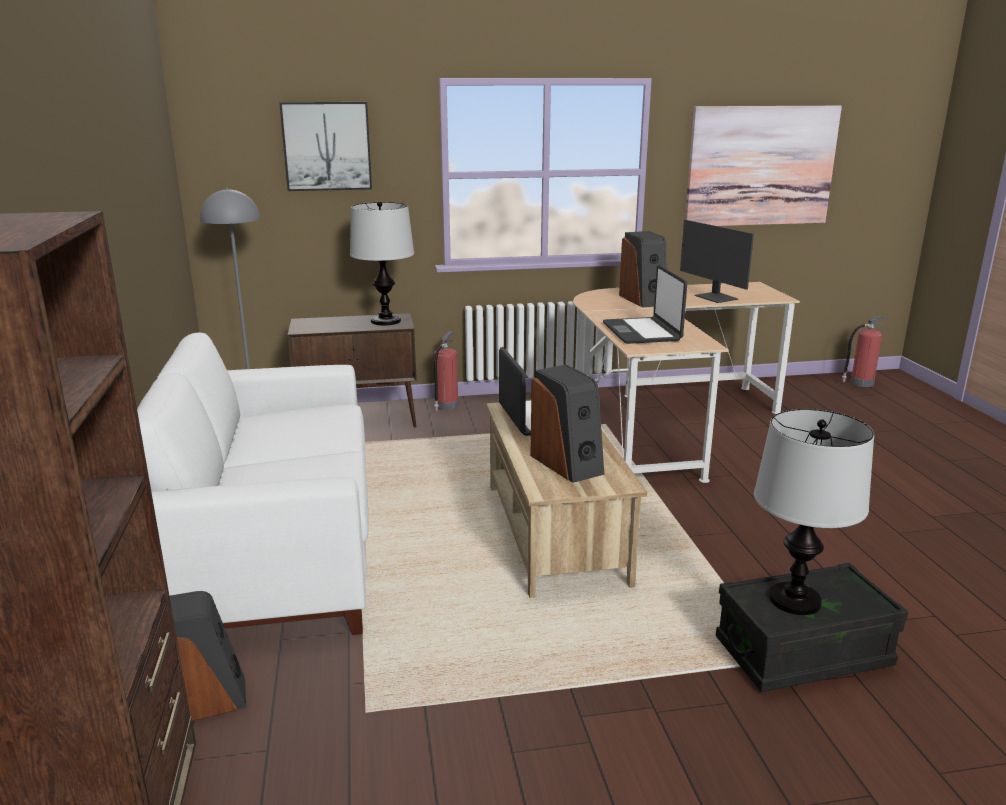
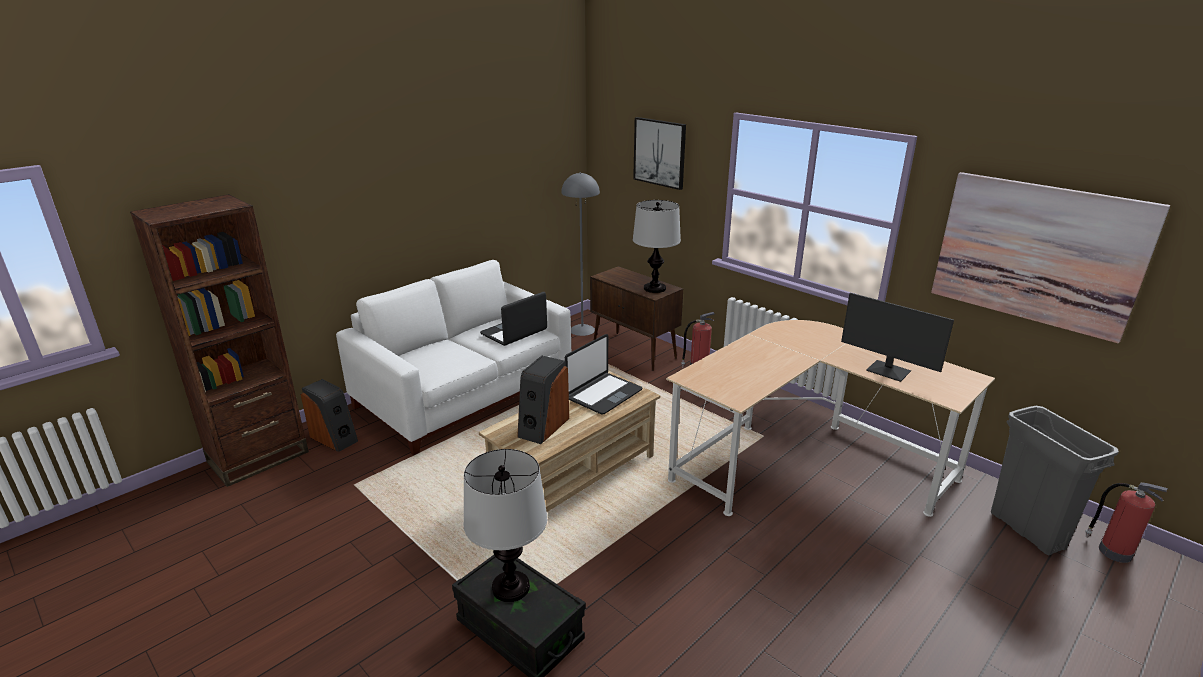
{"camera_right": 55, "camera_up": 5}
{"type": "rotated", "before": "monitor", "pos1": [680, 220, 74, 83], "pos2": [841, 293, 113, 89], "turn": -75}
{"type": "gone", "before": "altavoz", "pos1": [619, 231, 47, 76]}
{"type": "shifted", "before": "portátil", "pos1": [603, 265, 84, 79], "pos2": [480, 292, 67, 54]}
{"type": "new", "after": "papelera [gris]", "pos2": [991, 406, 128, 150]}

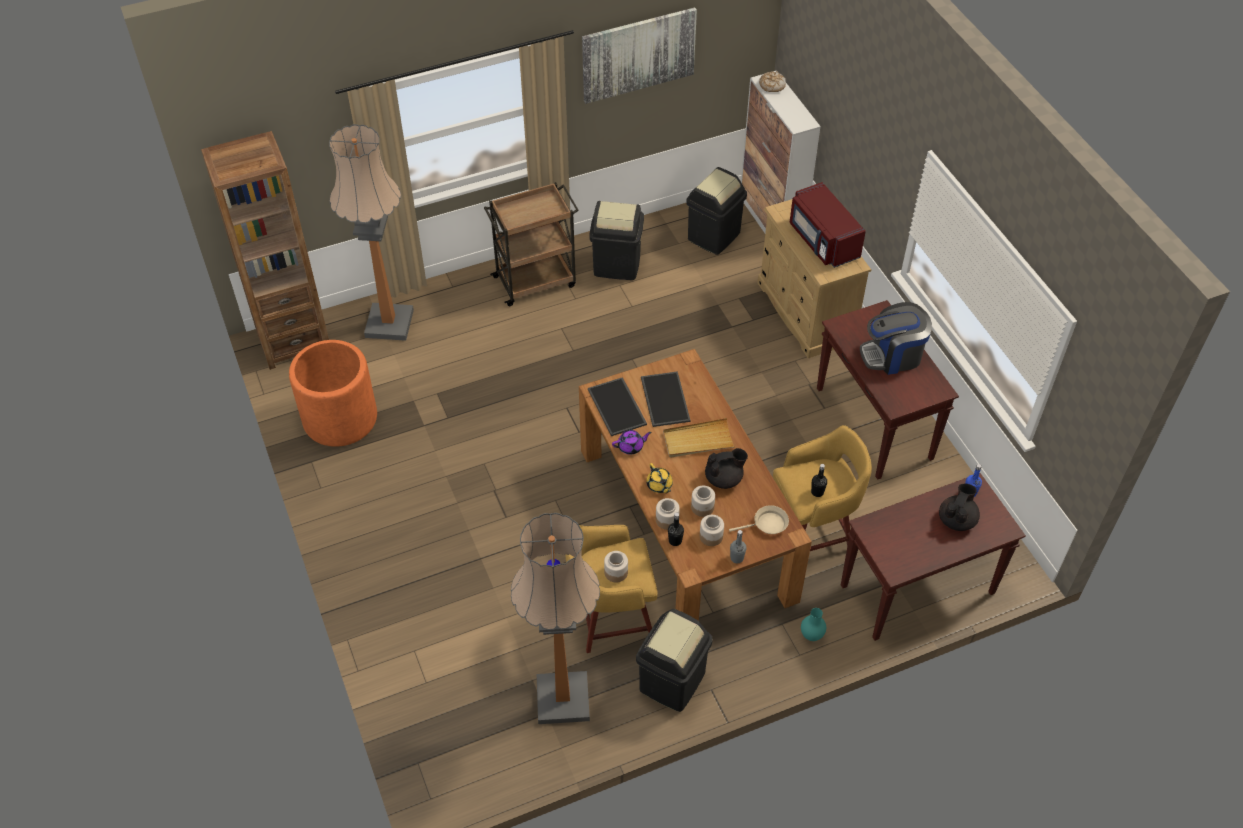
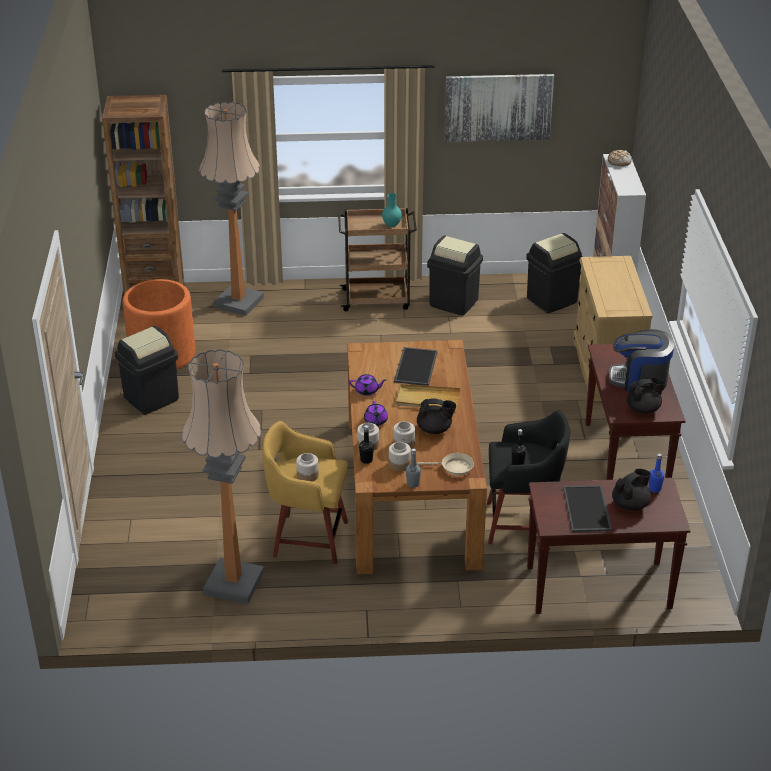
{"camera_right": 20, "camera_up": -15}
{"type": "gone", "before": "microondas [rojo]", "pos1": [790, 182, 76, 86]}
{"type": "shifted", "before": "bandeja", "pos1": [588, 377, 59, 59], "pos2": [563, 485, 49, 47]}
{"type": "repainted", "before": "taburete [amarillo]", "after": "taburete [negro]", "pos1": [773, 425, 99, 126], "pos2": [487, 410, 83, 134]}
{"type": "repainted", "before": "tetera [amarillo]", "after": "tetera [morado]", "pos1": [646, 463, 27, 30], "pos2": [364, 401, 24, 25]}
{"type": "shifted", "before": "florero [turquesa]", "pos1": [801, 608, 25, 33], "pos2": [382, 193, 20, 34]}
{"type": "shifted", "before": "papelera [negro]", "pos1": [636, 609, 77, 103], "pos2": [115, 326, 64, 89]}
{"type": "new", "after": "tetera [negro]", "pos2": [627, 378, 39, 36]}

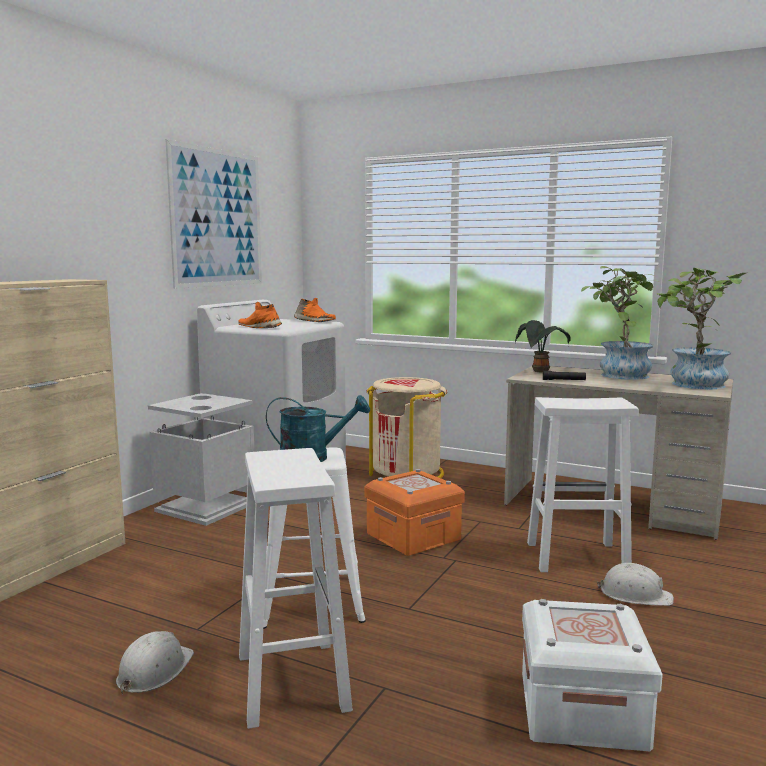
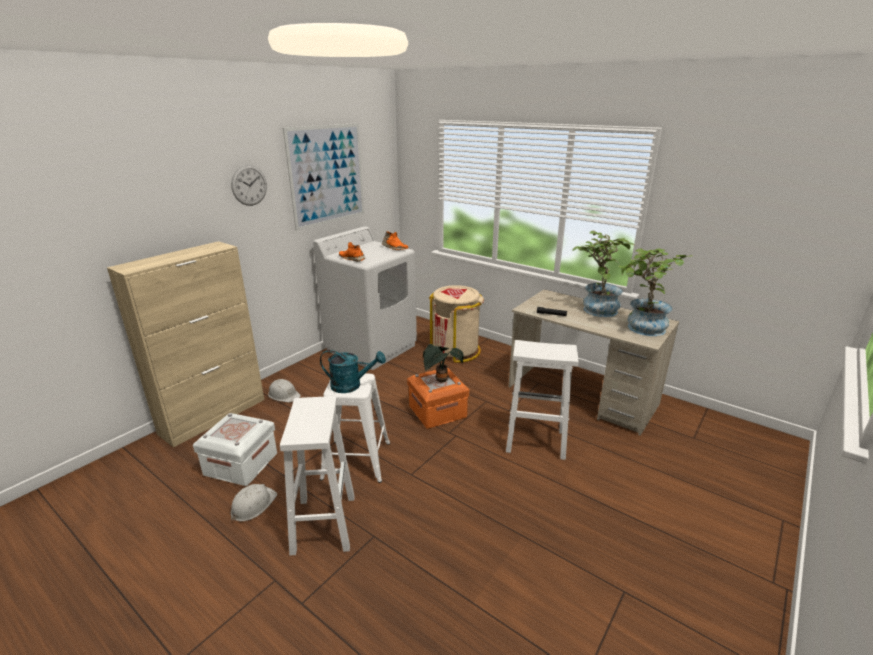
{"camera_right": 10, "camera_up": 15}
{"type": "shifted", "before": "planta en maceta", "pos1": [515, 320, 56, 52], "pos2": [423, 344, 41, 38]}
{"type": "gone", "before": "papelera [gris]", "pos1": [148, 393, 106, 133]}
{"type": "shifted", "before": "casco [blanco]", "pos1": [596, 563, 78, 43], "pos2": [268, 379, 33, 24]}
{"type": "shifted", "before": "caja de almacenaje [blanco]", "pos1": [522, 599, 141, 152], "pos2": [193, 413, 84, 73]}
{"type": "new", "after": "reloj de pared", "pos2": [231, 165, 36, 41]}

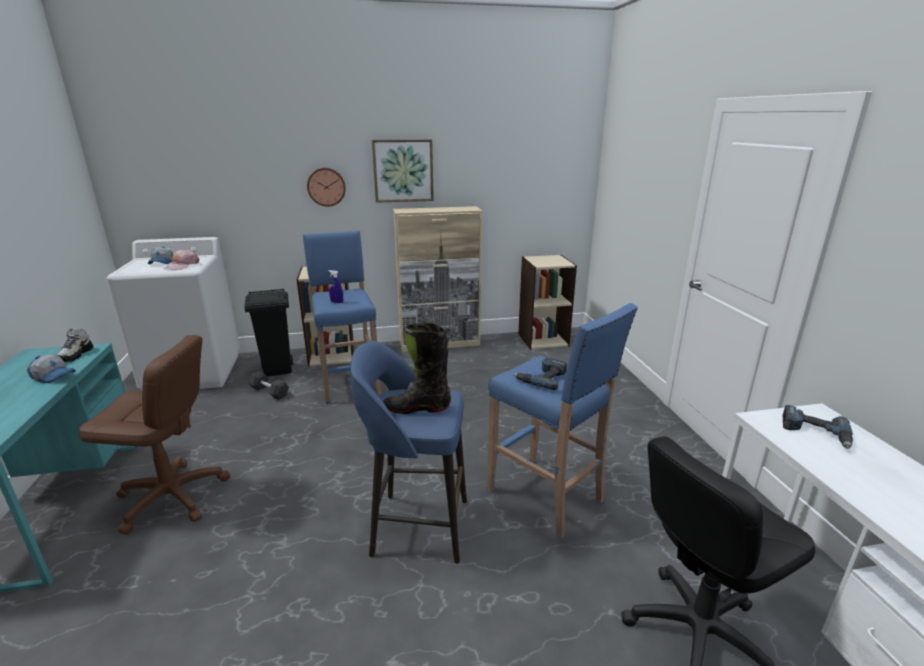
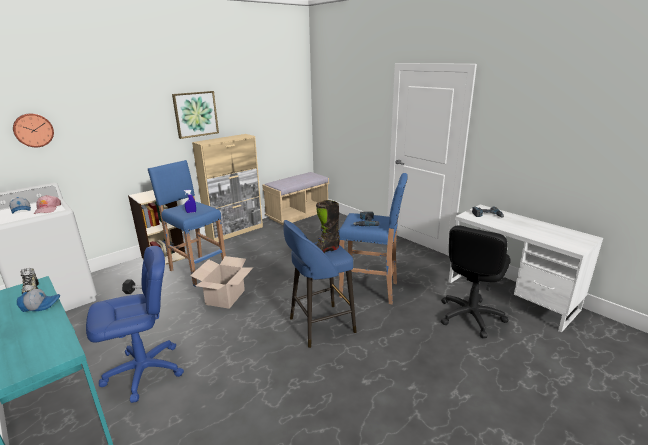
{"camera_right": -30, "camera_up": 0}
{"type": "shifted", "before": "reloj de pared", "pos1": [307, 168, 39, 39], "pos2": [13, 113, 41, 34]}
{"type": "swapped", "before": "estantería [beis]", "after": "banco [beis]", "pos1": [518, 255, 59, 95], "pos2": [262, 172, 67, 53]}
{"type": "gone", "before": "papelera [negro]", "pos1": [244, 288, 49, 89]}
{"type": "repainted", "before": "silla de oficina [marrón]", "after": "silla de oficina [azul]", "pos1": [79, 335, 151, 200], "pos2": [86, 246, 98, 157]}
{"type": "new", "after": "caja de cartón", "pos2": [190, 256, 63, 53]}

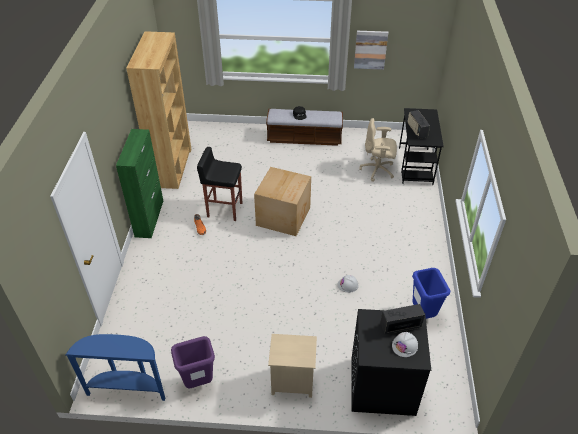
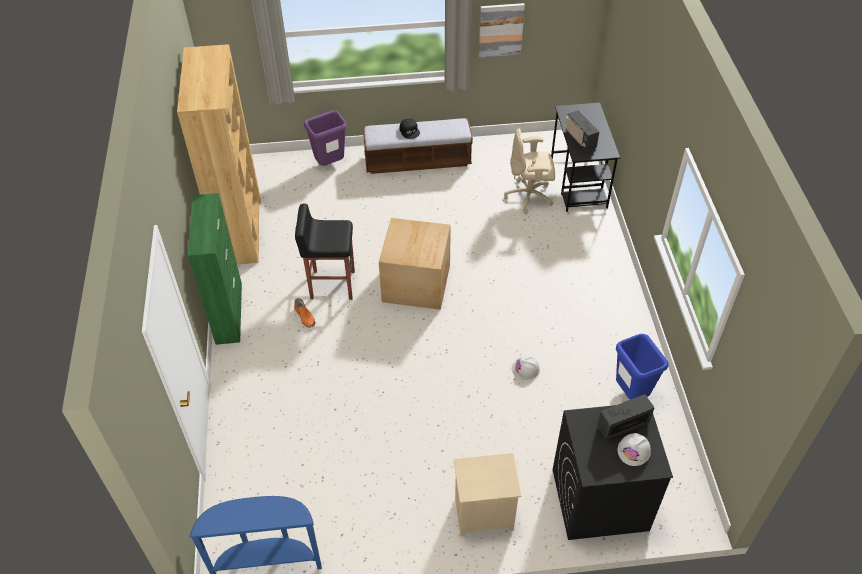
{"camera_right": -10, "camera_up": 5}
{"type": "shifted", "before": "papelera [morado]", "pos1": [171, 336, 44, 52], "pos2": [304, 110, 43, 56]}

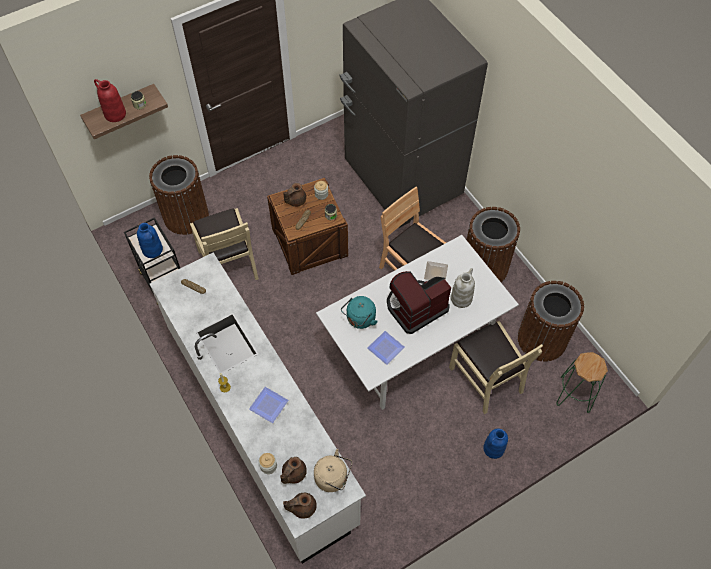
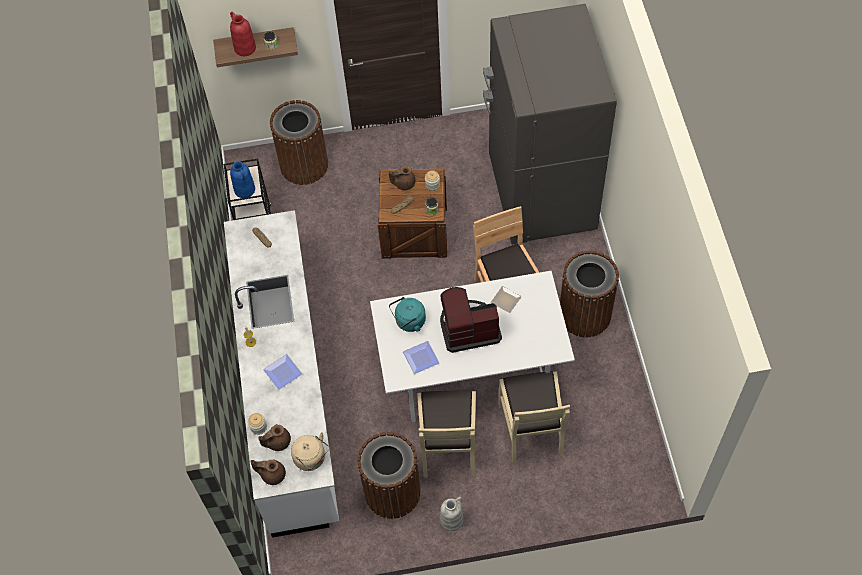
{"camera_right": 25, "camera_up": 0}
{"type": "shifted", "before": "silla [beis]", "pos1": [190, 208, 69, 72], "pos2": [417, 390, 59, 88]}
{"type": "shifted", "before": "florero [blanco]", "pos1": [451, 268, 24, 40], "pos2": [440, 497, 23, 34]}
{"type": "shifted", "before": "papelera [marrón]", "pos1": [518, 281, 66, 81], "pos2": [357, 432, 64, 87]}
{"type": "gone", "before": "taburete [verde]", "pos1": [556, 352, 52, 61]}
{"type": "gone", "before": "florero [azul]", "pos1": [483, 429, 25, 30]}

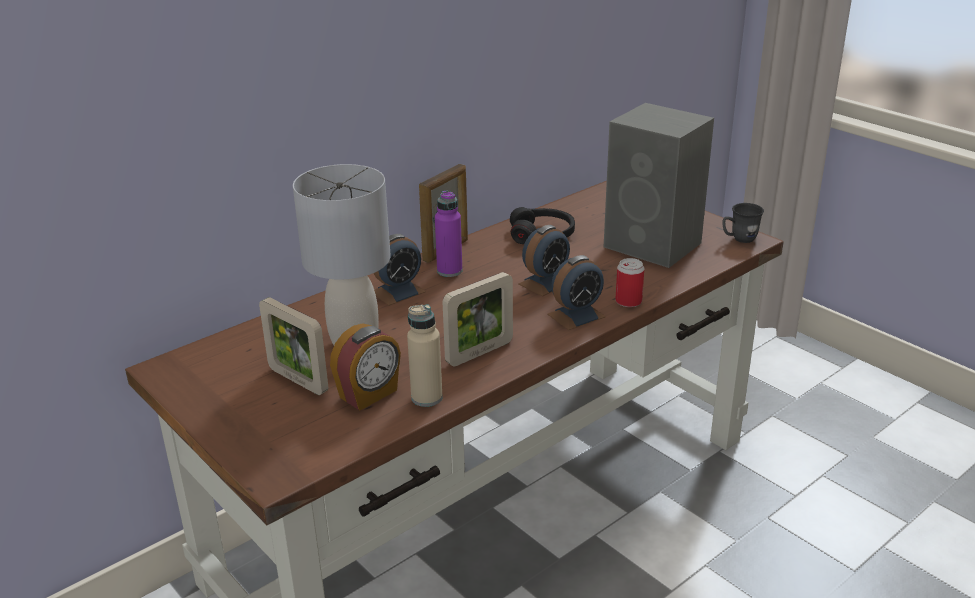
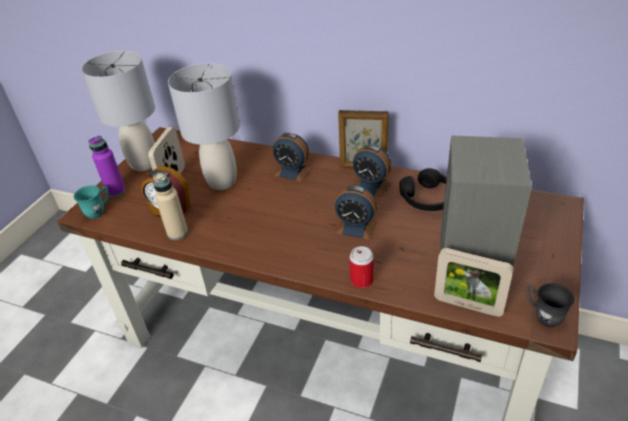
{"camera_right": 65, "camera_up": 10}
{"type": "shifted", "before": "botella [morado]", "pos1": [435, 190, 27, 87], "pos2": [88, 135, 38, 62]}
{"type": "shifted", "before": "despertador", "pos1": [547, 255, 59, 75], "pos2": [353, 145, 39, 52]}
{"type": "shifted", "before": "portarretratos", "pos1": [442, 272, 71, 94], "pos2": [434, 248, 80, 69]}
{"type": "new", "after": "lámpara de mesa [gris]", "pos2": [81, 51, 74, 120]}
{"type": "new", "after": "taza grande [turquesa]", "pos2": [74, 185, 35, 34]}

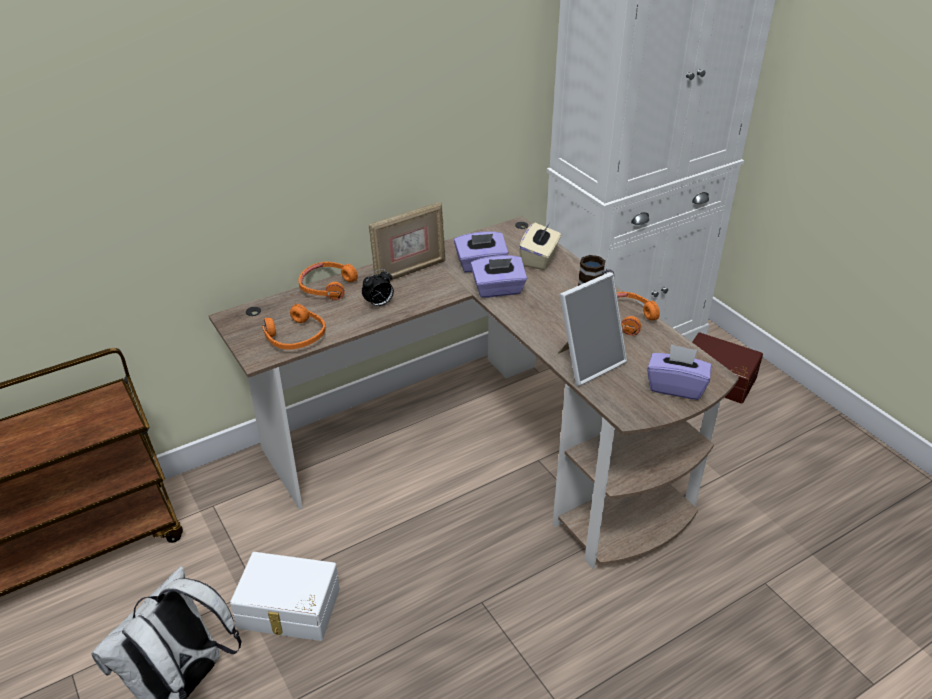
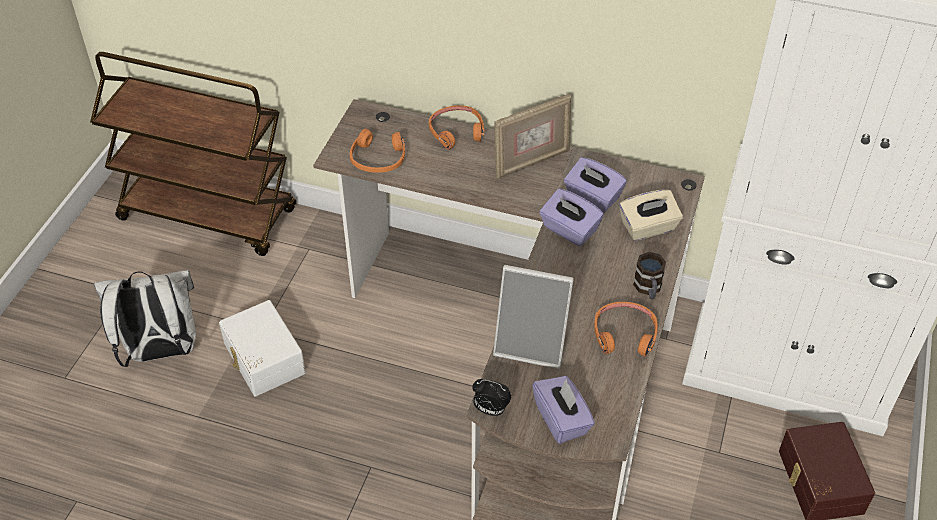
{"camera_right": 50, "camera_up": 10}
{"type": "rotated", "before": "portarretratos", "pos1": [369, 202, 77, 79], "pos2": [494, 94, 77, 85], "turn": -45}
{"type": "shifted", "before": "despertador", "pos1": [362, 269, 32, 39], "pos2": [472, 379, 39, 37]}

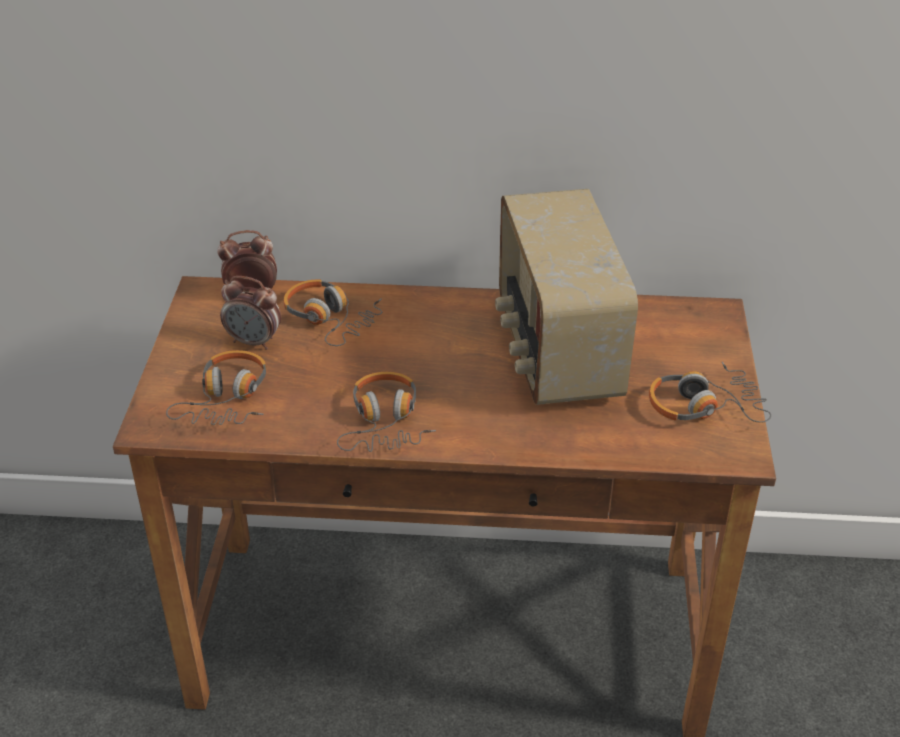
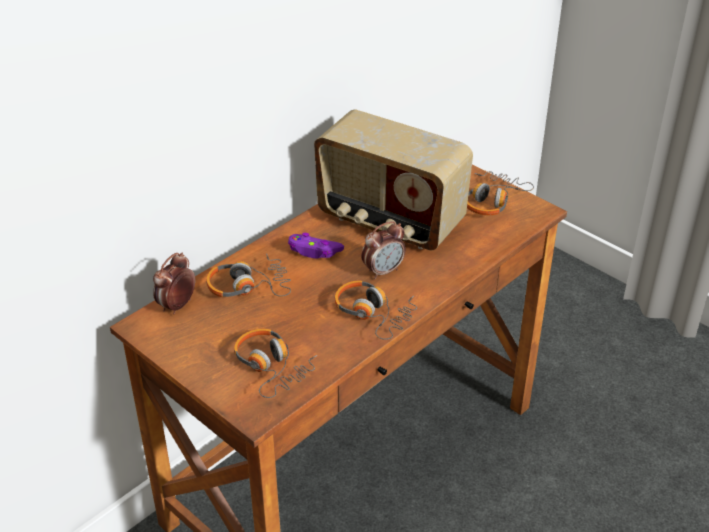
{"camera_right": -50, "camera_up": 0}
{"type": "shifted", "before": "despertador", "pos1": [220, 276, 61, 74], "pos2": [361, 221, 45, 58]}
{"type": "new", "after": "mando de consola [morado]", "pos2": [288, 233, 56, 26]}

